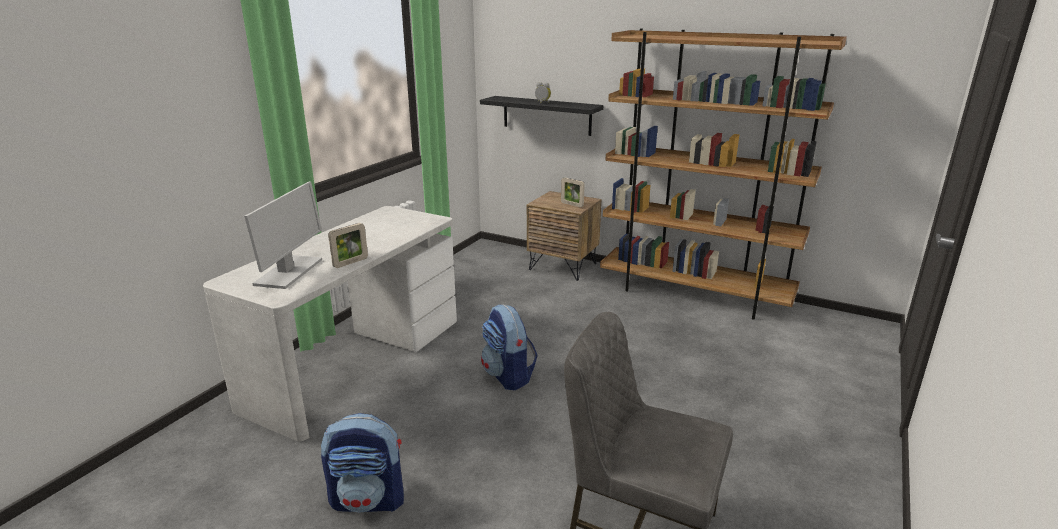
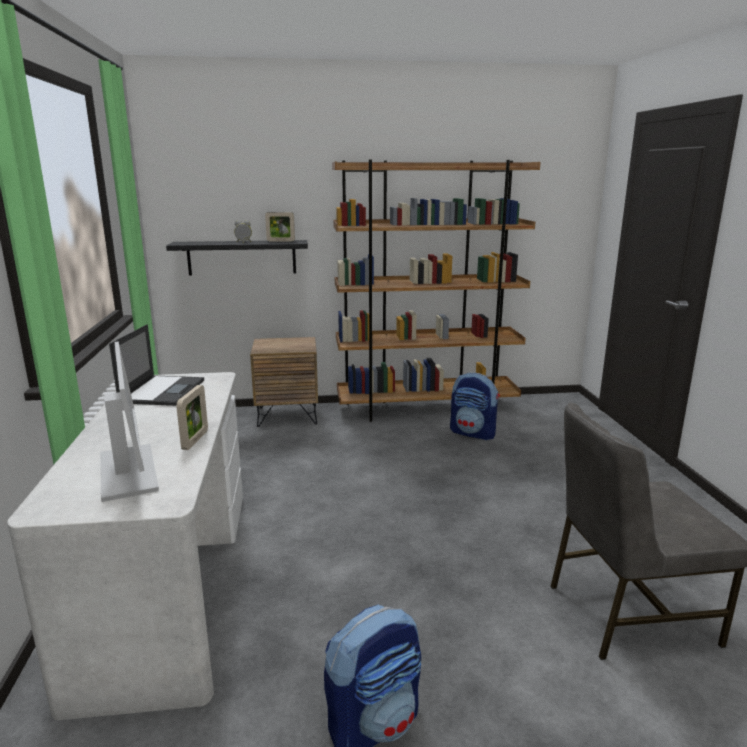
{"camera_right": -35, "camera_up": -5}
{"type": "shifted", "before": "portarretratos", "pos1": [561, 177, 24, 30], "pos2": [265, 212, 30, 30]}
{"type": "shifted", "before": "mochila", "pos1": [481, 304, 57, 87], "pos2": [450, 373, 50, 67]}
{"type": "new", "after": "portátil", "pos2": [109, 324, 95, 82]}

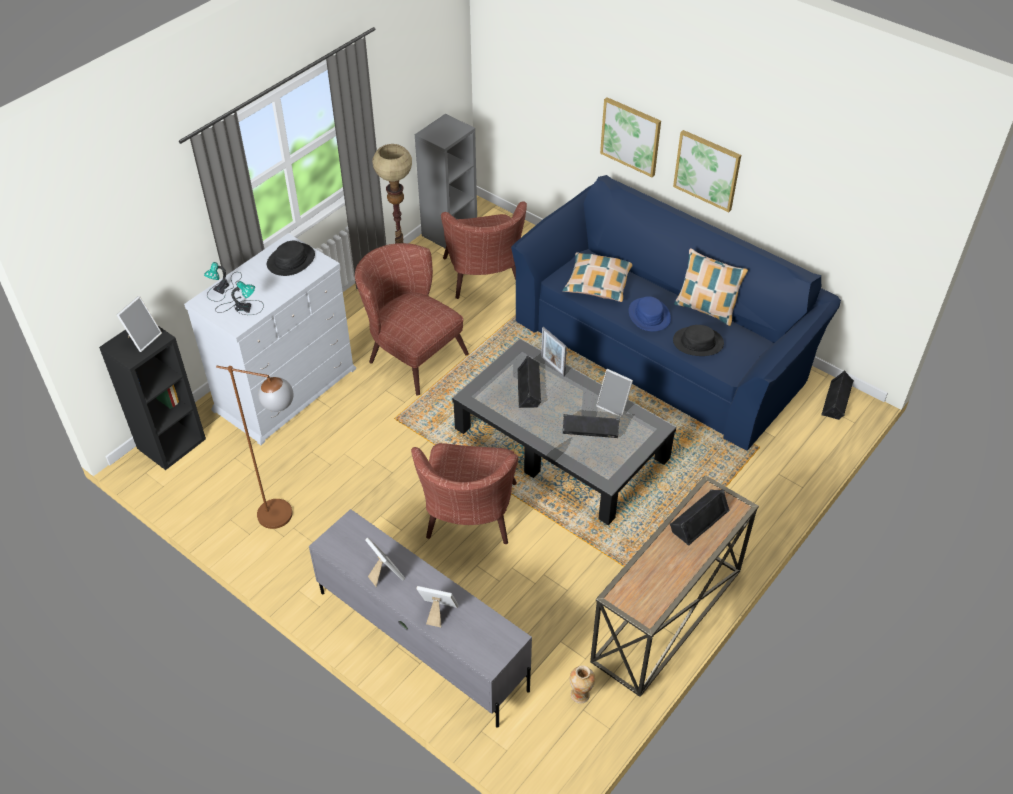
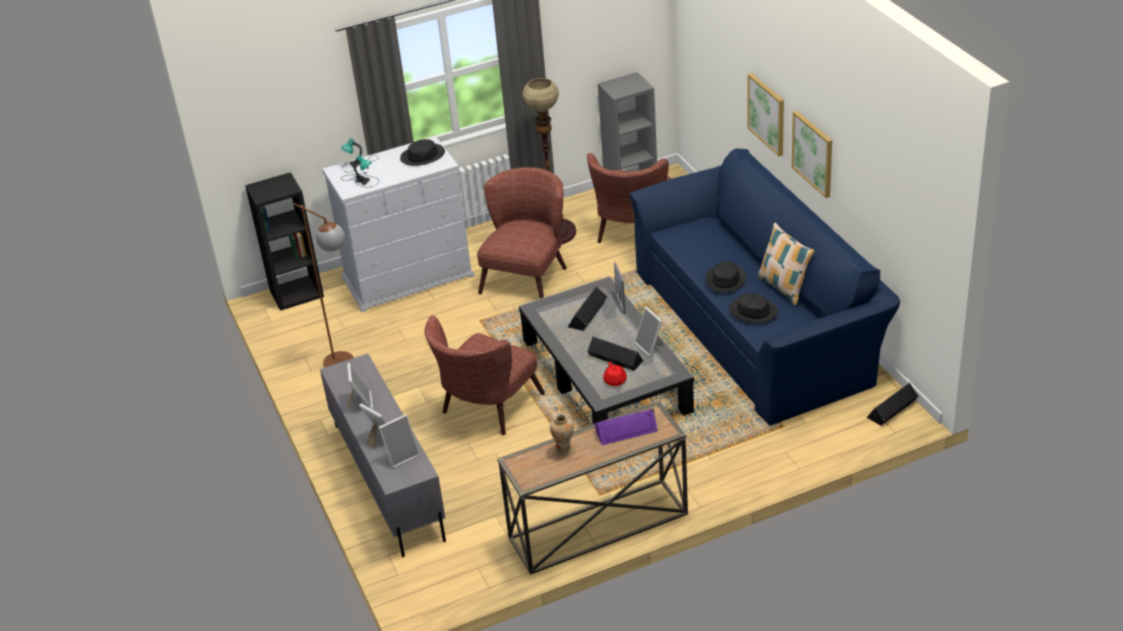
{"camera_right": 30, "camera_up": -10}
{"type": "rotated", "before": "sillón [marrón]", "pos1": [355, 243, 114, 153], "pos2": [477, 167, 90, 131], "turn": 45}
{"type": "gone", "before": "cojín", "pos1": [562, 252, 71, 50]}
{"type": "shifted", "before": "portarretratos", "pos1": [117, 296, 45, 56], "pos2": [379, 414, 41, 54]}
{"type": "repainted", "before": "sombrero [azul]", "after": "sombrero [negro]", "pos1": [629, 296, 42, 35], "pos2": [705, 261, 41, 32]}
{"type": "repainted", "before": "altavoz [negro]", "after": "altavoz [morado]", "pos1": [670, 490, 60, 56], "pos2": [594, 408, 64, 37]}
{"type": "shifted", "before": "florero", "pos1": [570, 665, 25, 39], "pos2": [550, 413, 24, 43]}
{"type": "new", "after": "tetera [rojo]", "pos2": [603, 362, 24, 24]}

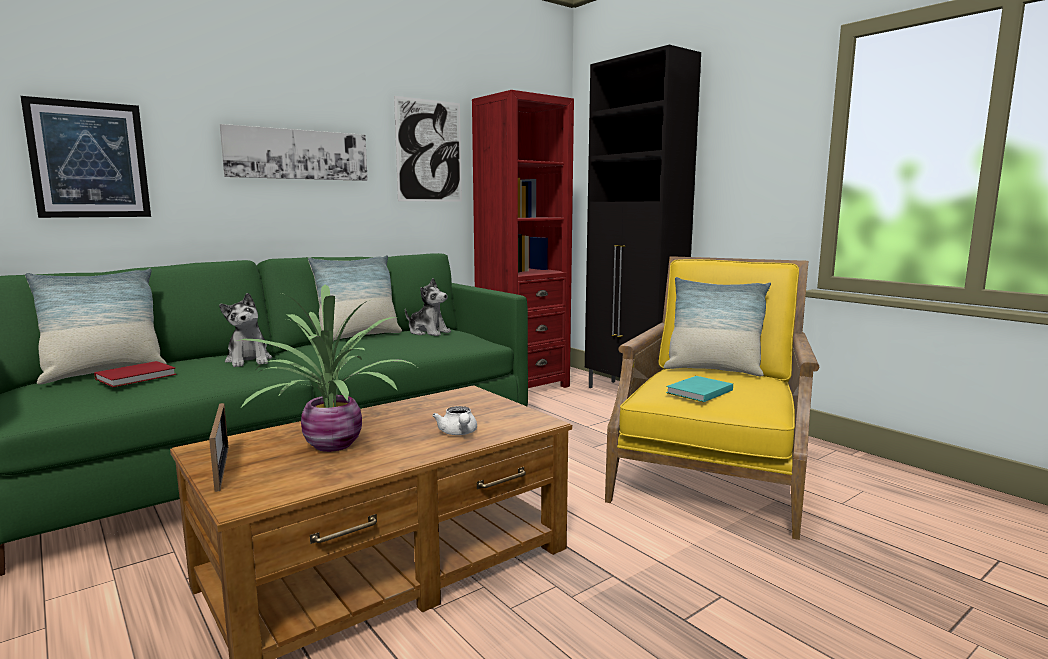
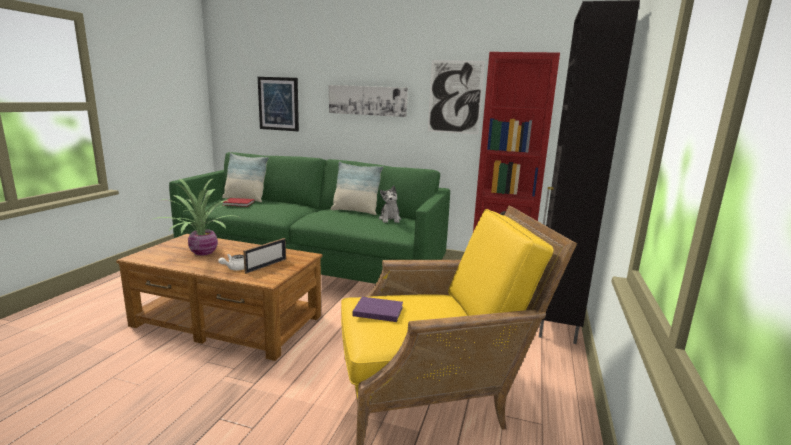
{"camera_right": 55, "camera_up": 5}
{"type": "gone", "before": "cojín", "pos1": [664, 277, 107, 99]}
{"type": "gone", "before": "peluche", "pos1": [219, 293, 53, 74]}
{"type": "repainted", "before": "libro [turquesa]", "after": "libro [morado]", "pos1": [666, 376, 67, 26], "pos2": [353, 297, 50, 25]}
{"type": "shifted", "before": "portarretratos", "pos1": [209, 403, 20, 89], "pos2": [243, 238, 43, 36]}

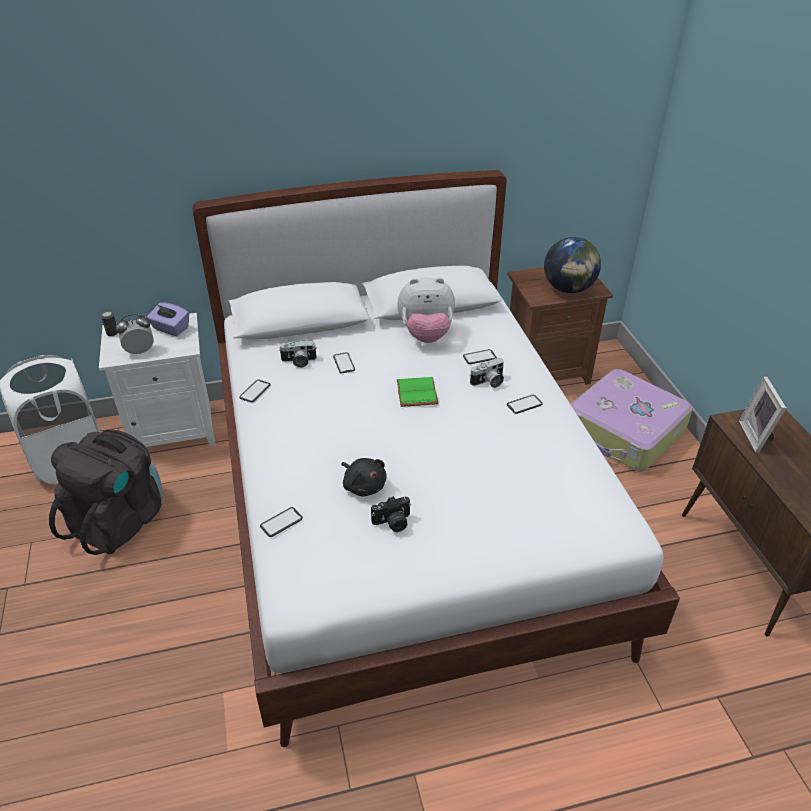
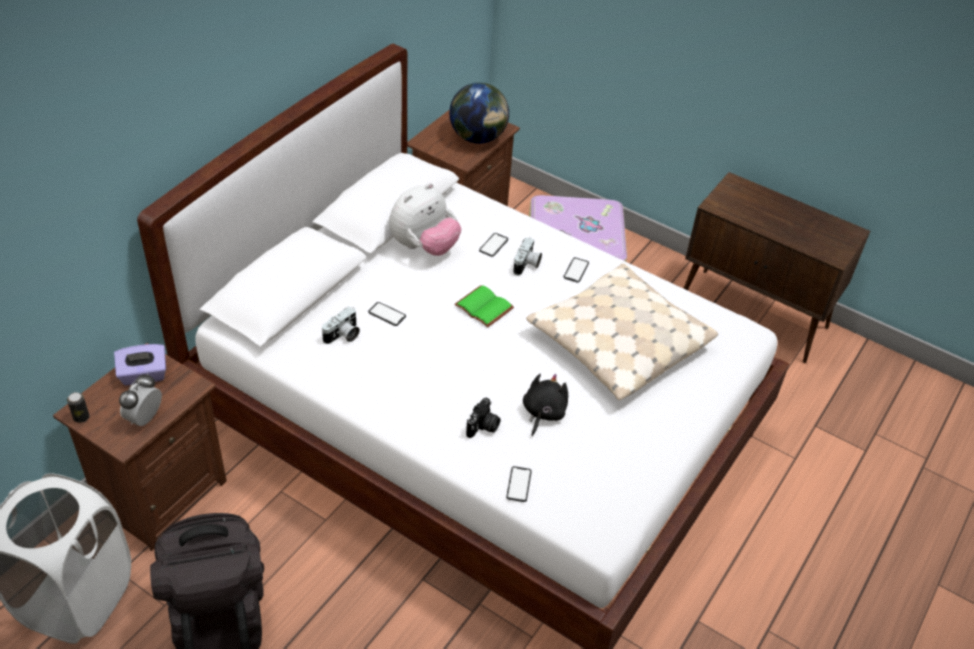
{"camera_right": -45, "camera_up": 5}
{"type": "repainted", "before": "mesita de noche [blanco]", "after": "mesita de noche [marrón]", "pos1": [99, 313, 117, 134], "pos2": [53, 343, 174, 208]}
{"type": "gone", "before": "portarretratos", "pos1": [739, 377, 47, 76]}
{"type": "gone", "before": "móvil", "pos1": [239, 379, 31, 24]}
{"type": "rotated", "before": "peluche [negro]", "pos1": [341, 458, 46, 39], "pos2": [523, 374, 45, 62], "turn": -75}
{"type": "shifted", "before": "cámara", "pos1": [371, 496, 40, 36], "pos2": [466, 398, 35, 40]}
{"type": "new", "after": "cojín [beis]", "pos2": [526, 264, 192, 136]}

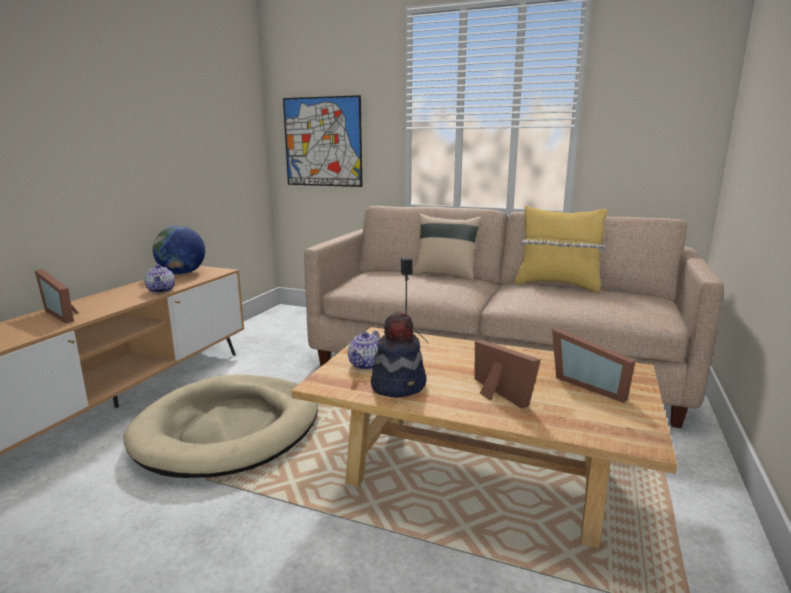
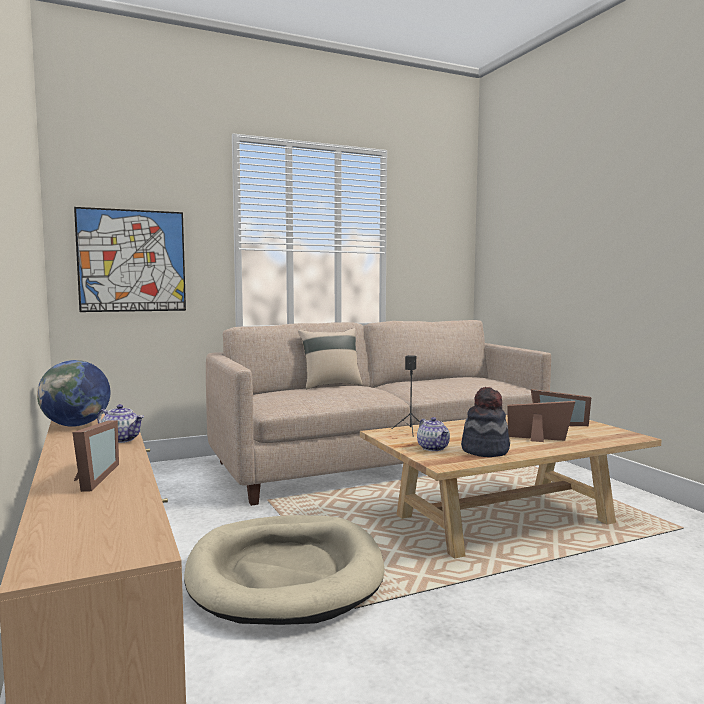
{"camera_right": -45, "camera_up": -10}
{"type": "gone", "before": "cojín [amarillo]", "pos1": [514, 206, 94, 87]}
{"type": "rotated", "before": "portarretratos", "pos1": [35, 269, 44, 54], "pos2": [72, 420, 47, 72], "turn": -90}

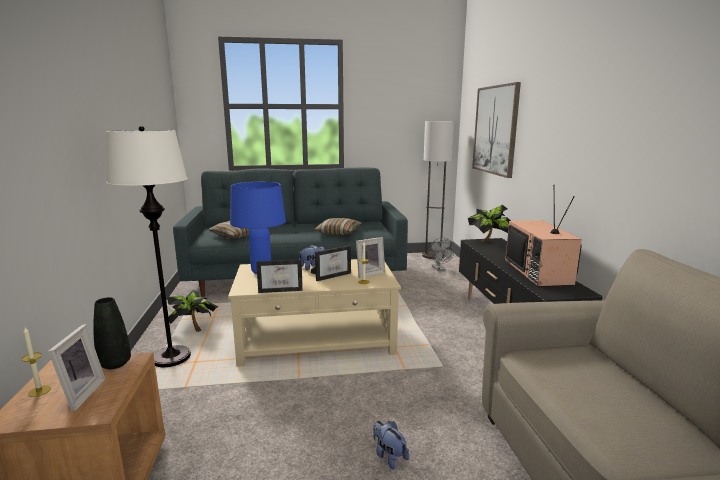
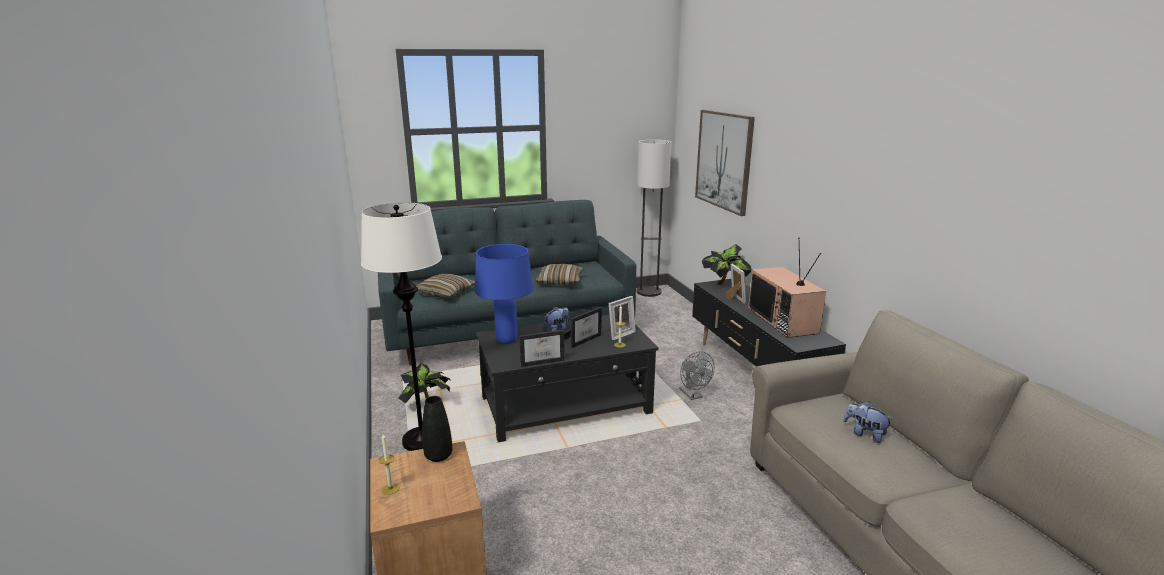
{"camera_right": -10, "camera_up": 5}
{"type": "shifted", "before": "ventilador [gris]", "pos1": [429, 238, 25, 33], "pos2": [680, 351, 35, 49]}
{"type": "repainted", "before": "mesa de centro [beis]", "after": "mesa de centro [negro]", "pos1": [228, 259, 173, 108], "pos2": [476, 315, 183, 127]}
{"type": "shifted", "before": "portarretratos", "pos1": [48, 324, 57, 88], "pos2": [726, 264, 20, 40]}
{"type": "shifted", "before": "peluche", "pos1": [373, 421, 36, 49], "pos2": [844, 402, 49, 41]}

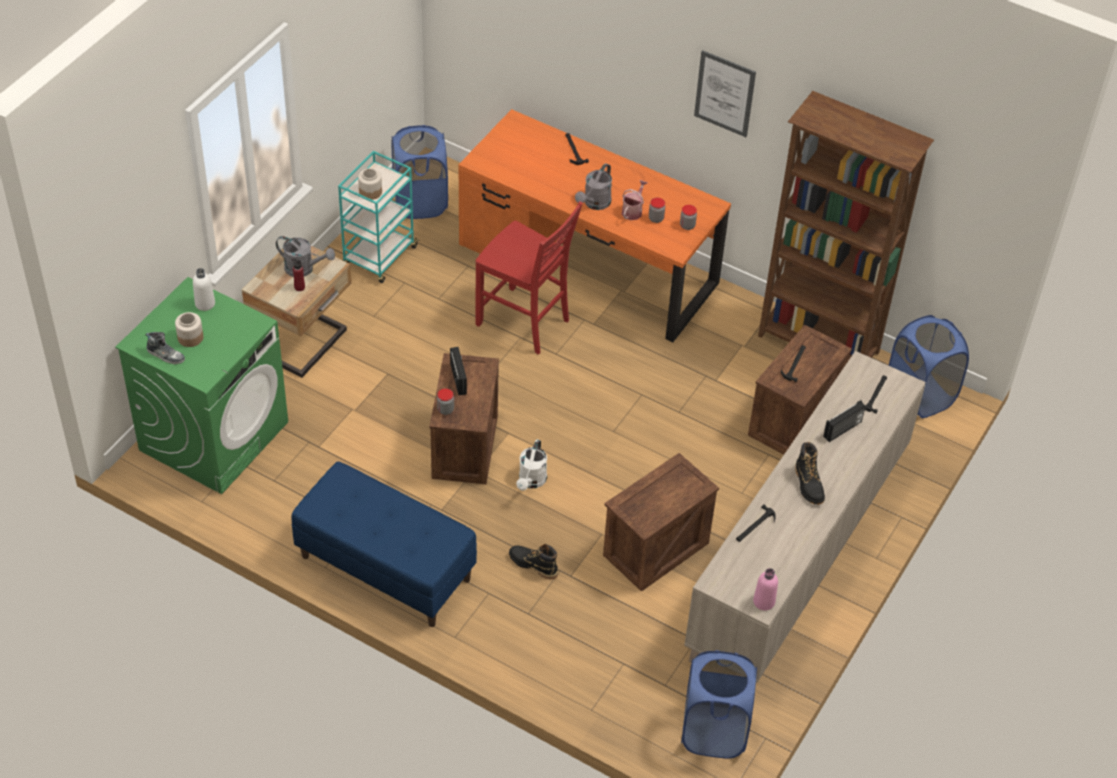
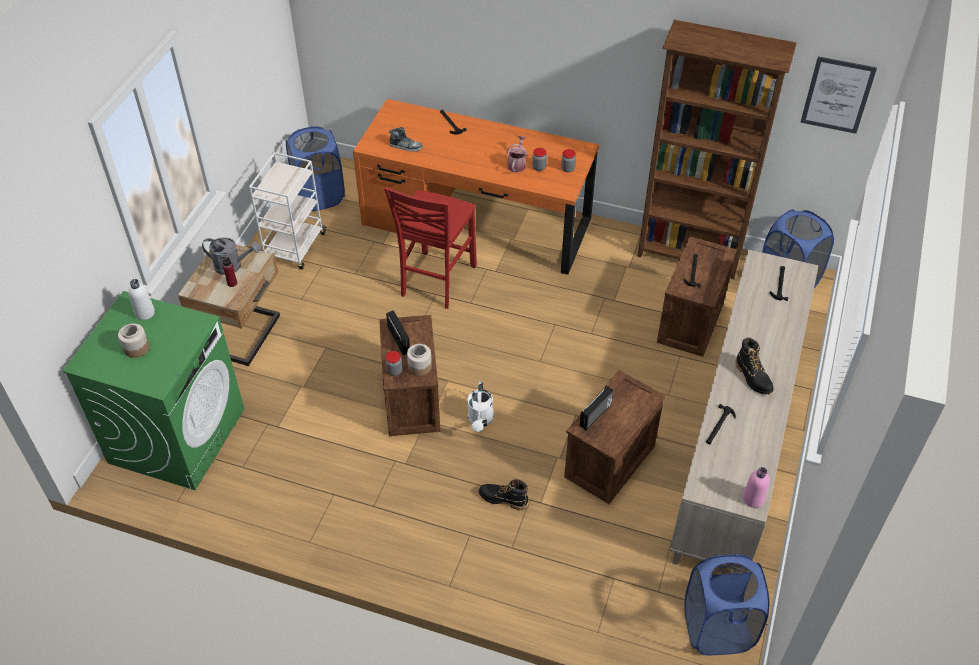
{"camera_right": -10, "camera_up": 0}
{"type": "shifted", "before": "cuadro", "pos1": [694, 50, 62, 87], "pos2": [800, 56, 77, 78]}
{"type": "repainted", "before": "carrito [turquesa]", "after": "carrito [blanco]", "pos1": [338, 151, 82, 132], "pos2": [249, 152, 78, 117]}
{"type": "gone", "before": "regadera [gris]", "pos1": [575, 163, 37, 47]}
{"type": "shifted", "before": "tarro", "pos1": [358, 168, 24, 32], "pos2": [407, 344, 25, 32]}
{"type": "rotated", "before": "silla [rojo]", "pos1": [475, 201, 108, 153], "pos2": [384, 186, 93, 123], "turn": 90}
{"type": "shifted", "before": "zapato", "pos1": [146, 332, 39, 32], "pos2": [389, 127, 33, 25]}
{"type": "shifted", "before": "radio", "pos1": [823, 401, 42, 41], "pos2": [579, 386, 34, 44]}
{"type": "gone", "before": "banco [azul]", "pos1": [291, 462, 186, 165]}

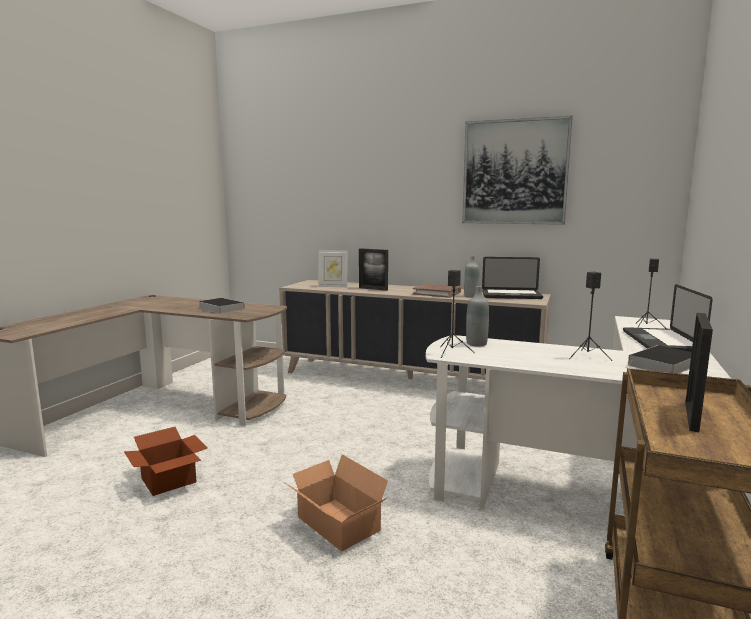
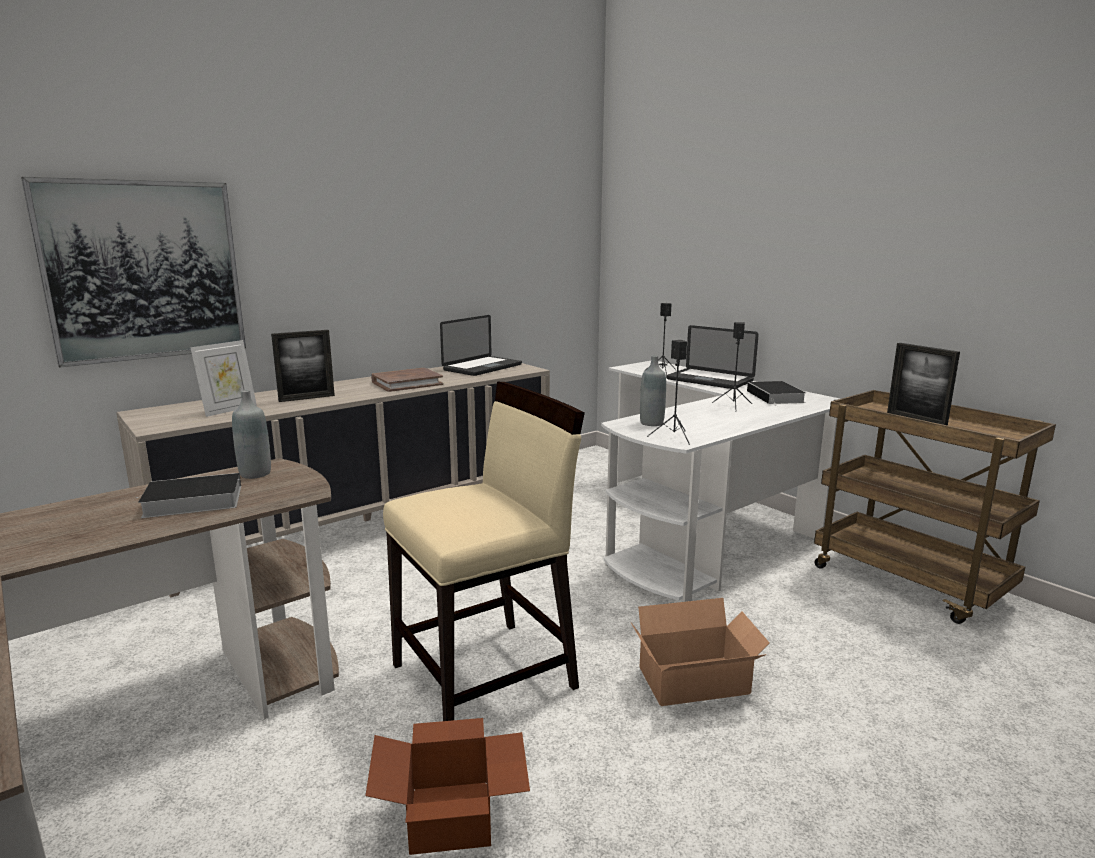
{"camera_right": -60, "camera_up": 5}
{"type": "shifted", "before": "cuadro", "pos1": [462, 116, 111, 109], "pos2": [21, 177, 225, 191]}
{"type": "shifted", "before": "botella [gris]", "pos1": [464, 256, 16, 42], "pos2": [232, 390, 39, 89]}
{"type": "new", "after": "silla [beis]", "pos2": [383, 382, 202, 339]}

